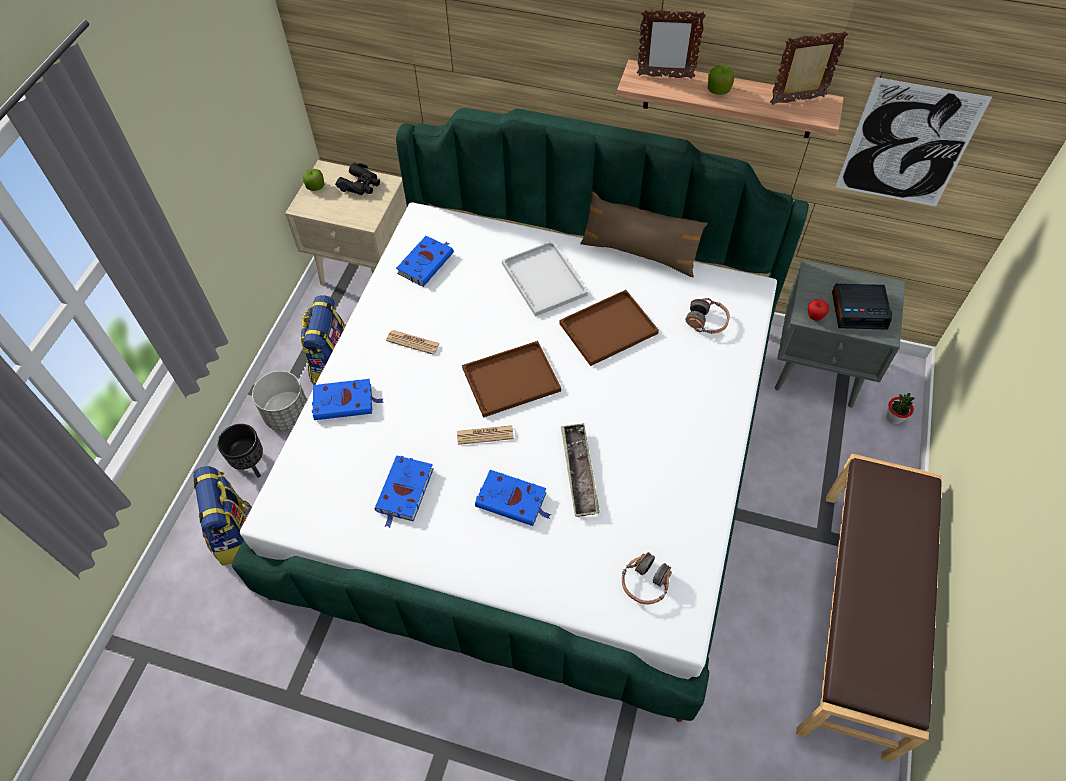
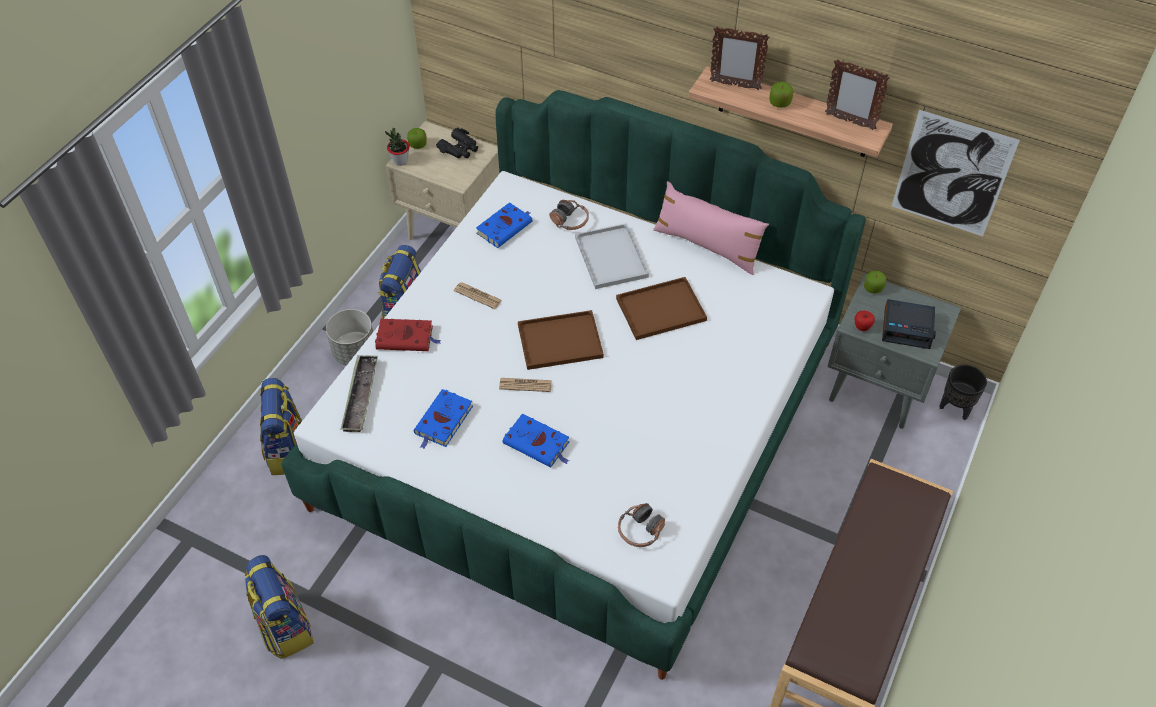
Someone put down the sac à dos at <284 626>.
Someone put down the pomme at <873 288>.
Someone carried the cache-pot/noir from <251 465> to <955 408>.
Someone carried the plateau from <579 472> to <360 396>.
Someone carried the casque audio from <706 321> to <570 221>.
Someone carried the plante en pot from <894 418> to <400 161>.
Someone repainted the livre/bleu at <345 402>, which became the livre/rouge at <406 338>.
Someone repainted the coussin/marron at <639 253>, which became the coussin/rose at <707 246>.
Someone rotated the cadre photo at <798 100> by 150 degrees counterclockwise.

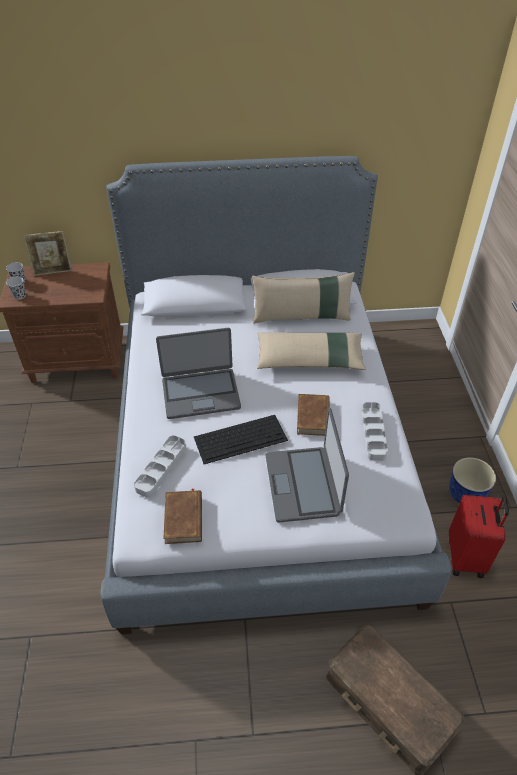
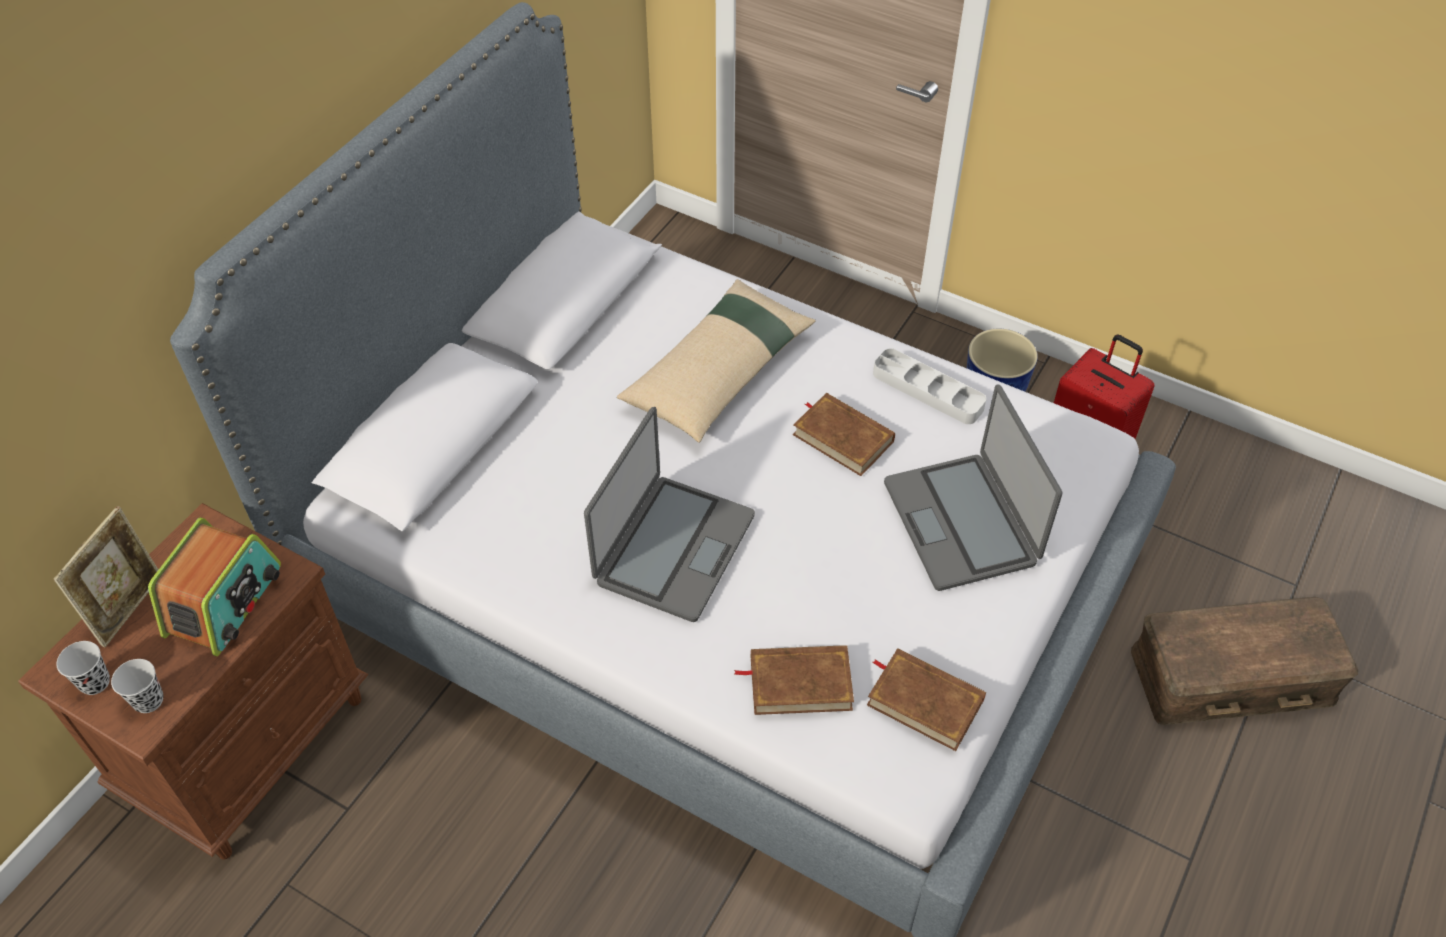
Someone took away the clavier at <241 438>.
Someone took away the coussin/beige at <302 316>.
Someone put down the radio at <224 601>.
Someone swapped the plateau/gris at <161 468> for the livre/marron at <800 683>.
Someone rotated the ordinateur portable at <303 484> by 45 degrees clockwise.

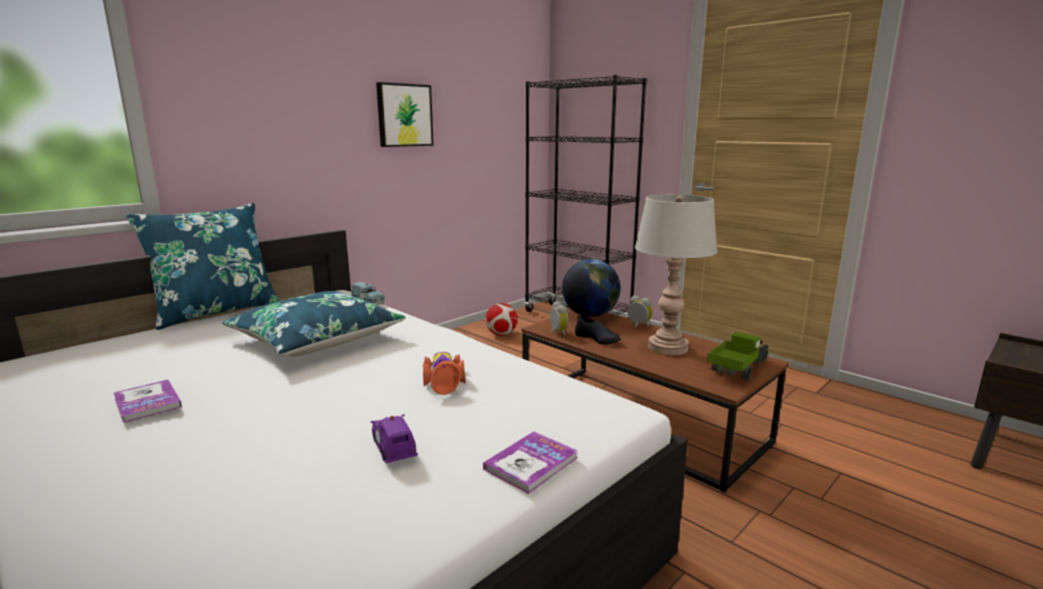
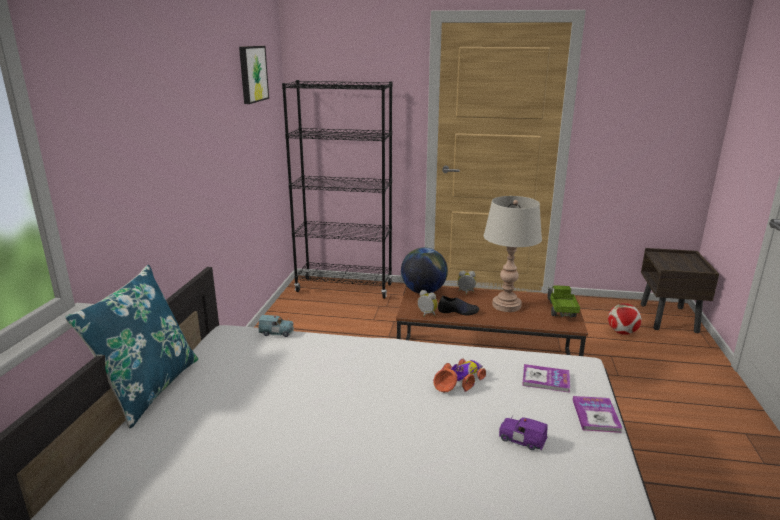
Someone took away the coussin/bleu at <316 339>.
Someone carried the livre from <147 402> to <545 379>.
Someone carried the tableau from <404 115> to <252 74>.
Someone carried the ballon de foot from <501 334> to <622 332>.
Someone rotated the petite voiture at <443 379> by 90 degrees clockwise.

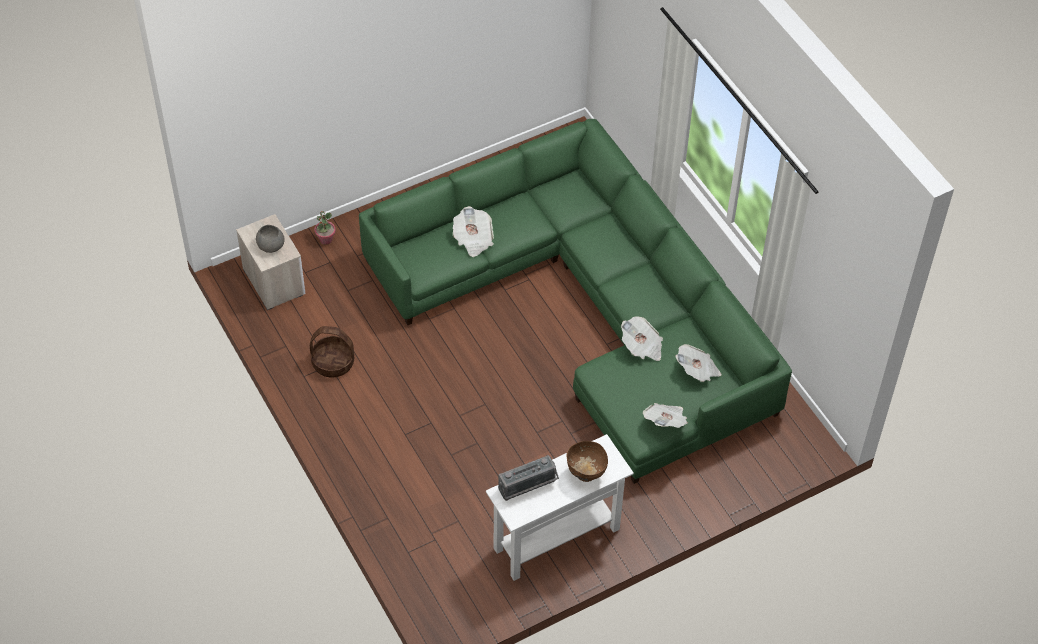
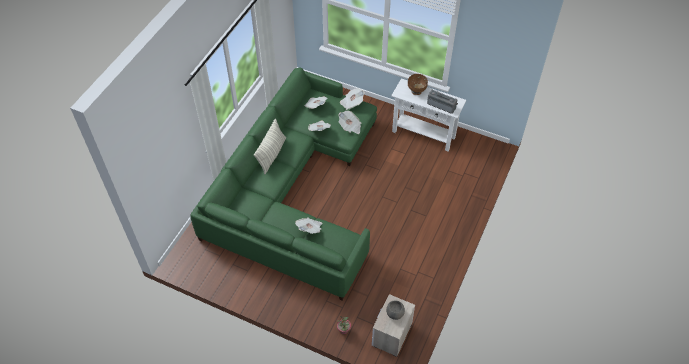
Someone took away the panier at <333 362>.
Someone put down the coussin at <272 154>.
Someone put down the journal at <350 127>.

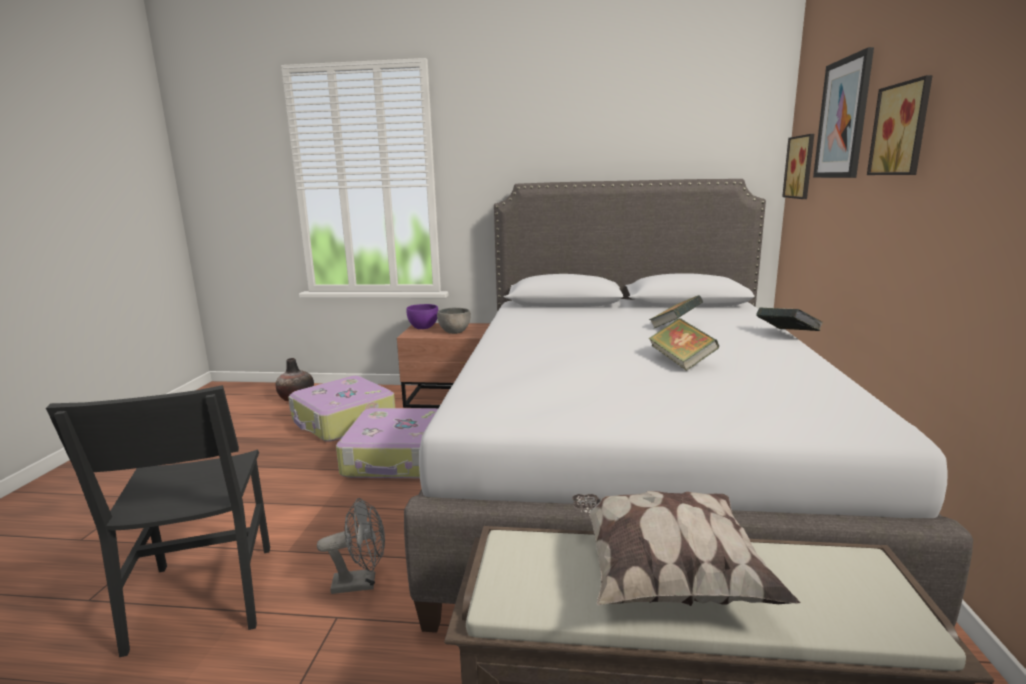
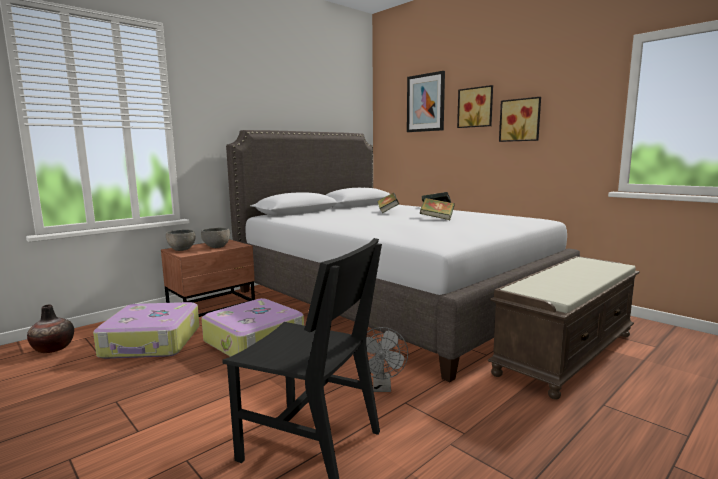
Someone took away the coussin at <666 576>.
Someone carried the tableau from <802 167> to <520 120>.
Someone repainted the bol/violet at <423 327>, which became the bol/gris at <182 249>.
Someone rotated the ventilateur/gris at <361 583> by 150 degrees clockwise.

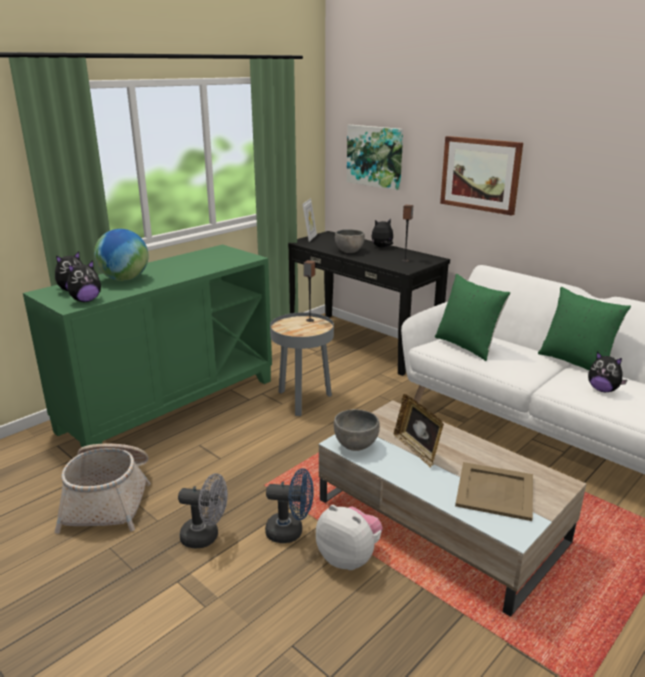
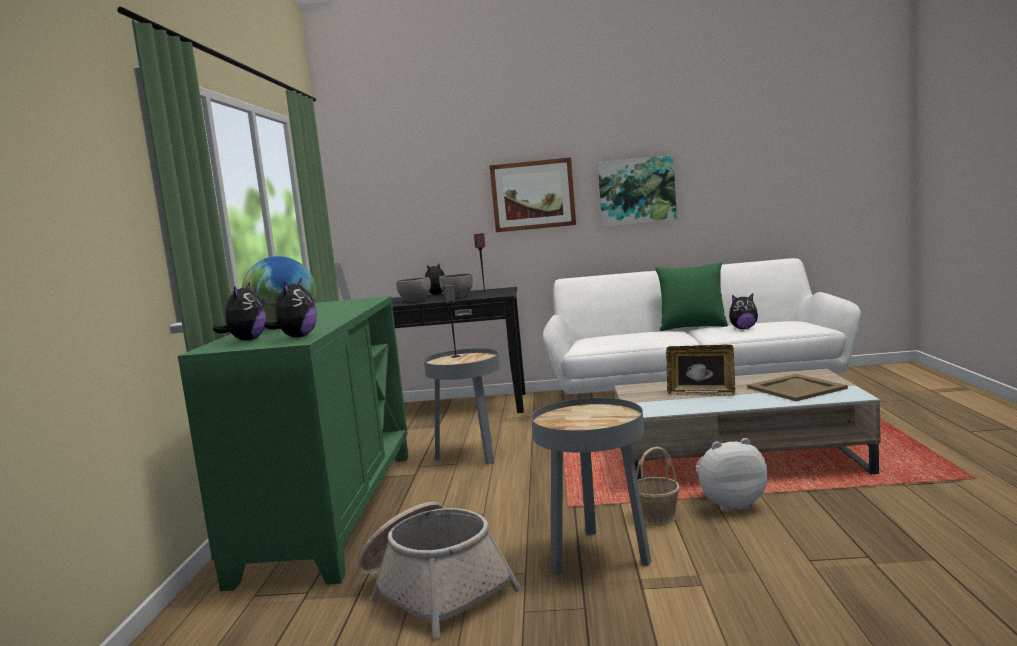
Someone took away the coussin/vert at <467 346>.
Someone carried the bol/gris from <355 445> to <457 297>.
Someone carried the tableau from <375 156> to <636 191>.
Someone swapped the ventilateur/gris at <206 536> for the table d'appoint/gris at <597 555>.
Someone swapped the ventilateur/bleu at <290 531> for the panier at <656 516>.

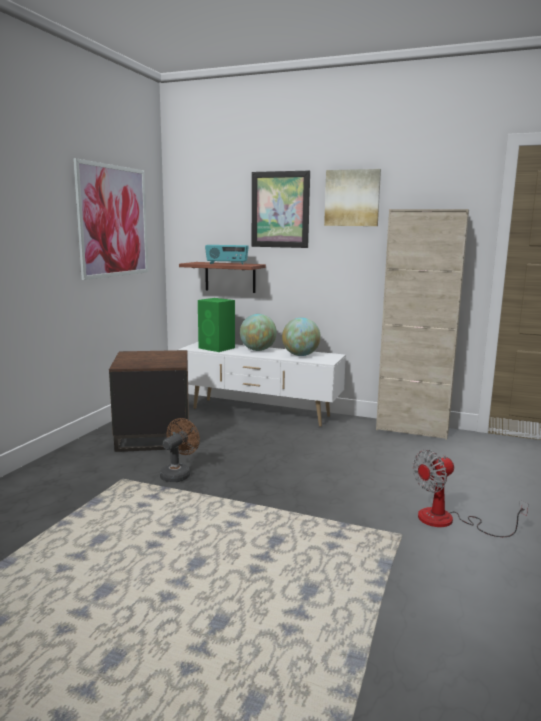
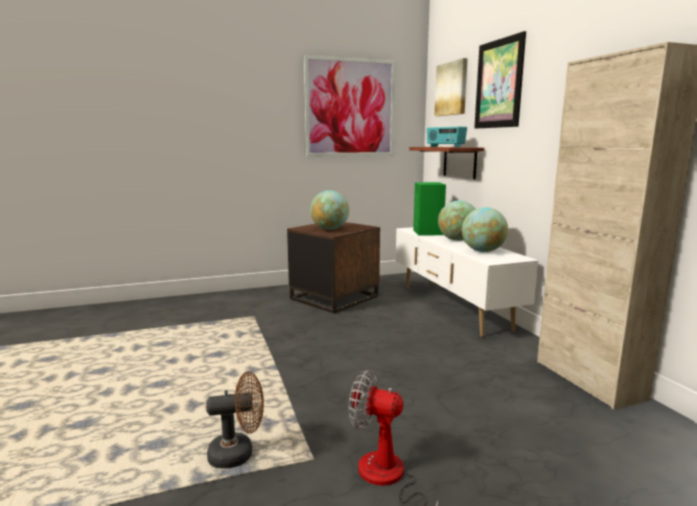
Someone put down the globe at <329 229>.
Someone carried the ventilateur/marron from <178 474> to <238 453>.
Someone carried the tableau from <352 198> to <452 89>.

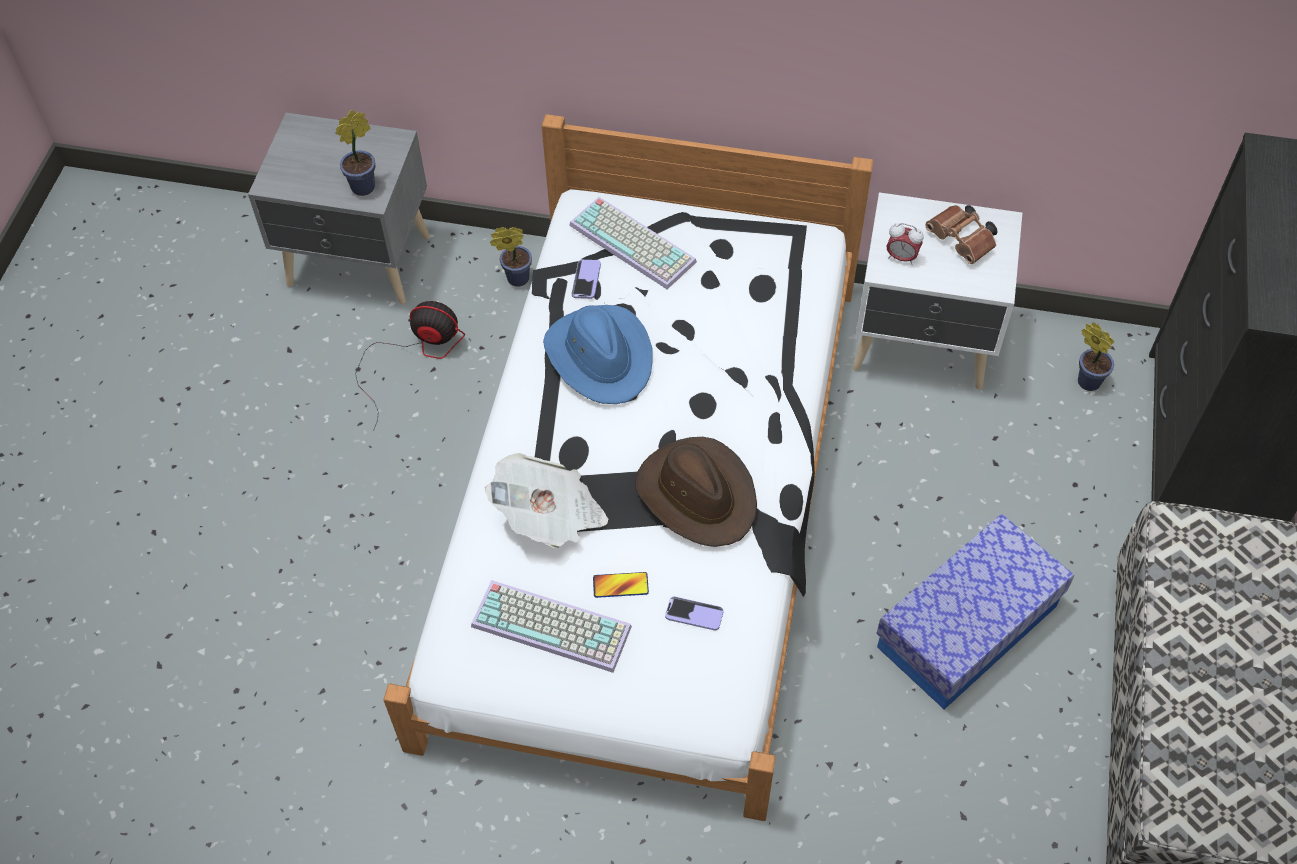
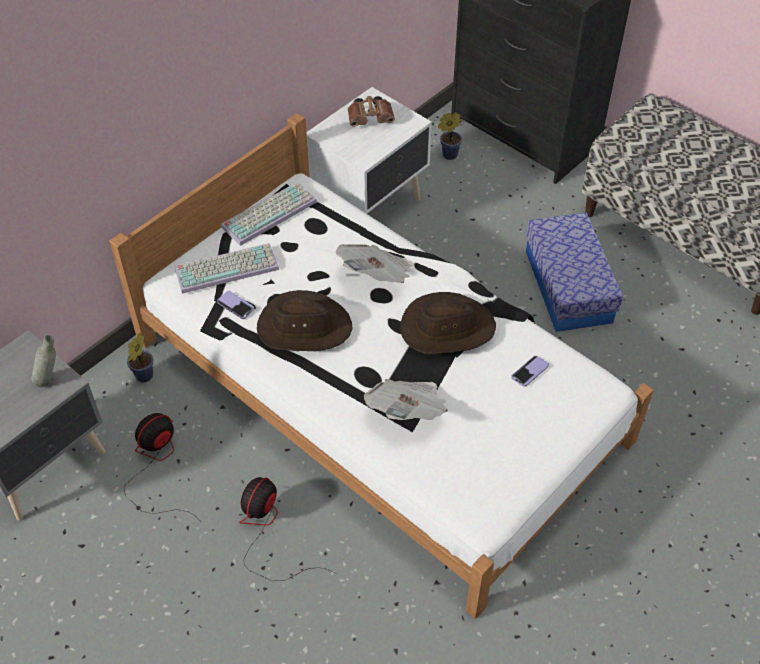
Someone took away the téléphone at <620 585>.
Someone took away the réveil at <901 257>.
Someone put down the ventilateur at <267 531>.
Someone put down the journal at <377 276>.
Someone carried the clavier from <554 624> to <269 212>.
Someone swapped the plante en pot at <366 185> for the bouteille/gris at <51 381>.
Someone repainted the chapeau/bleu at <600 356>, which became the chapeau/marron at <303 327>.

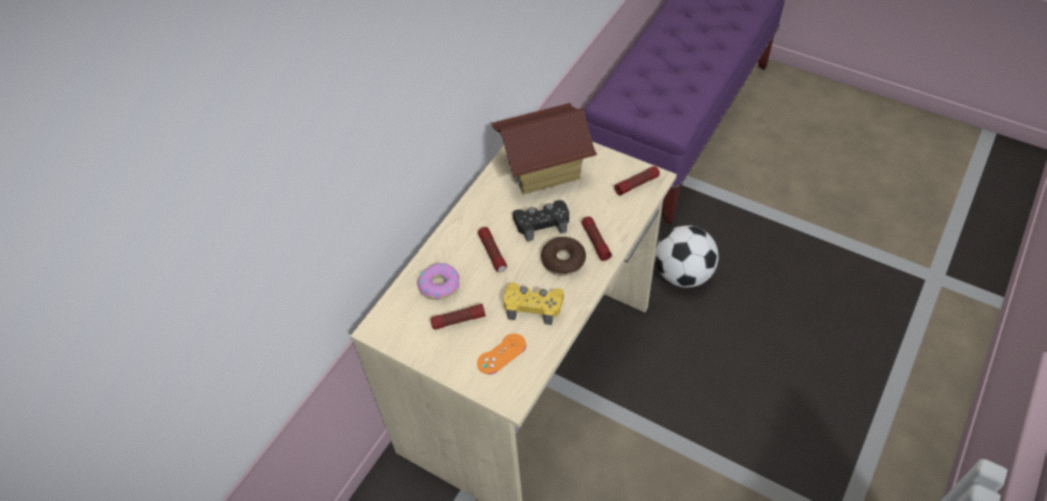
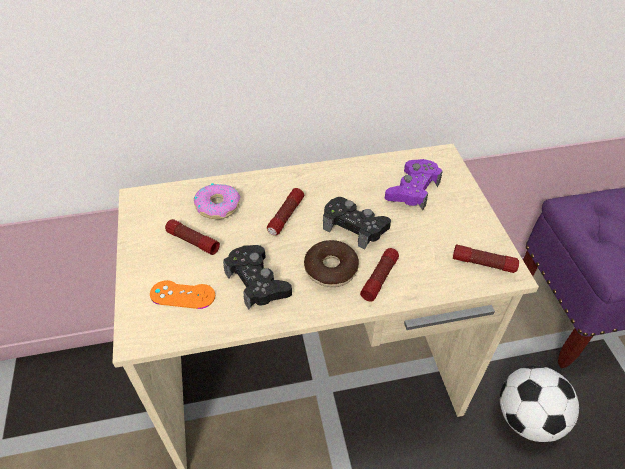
Someone swapped the maison miniature at <544 170> for the manette/violet at <413 189>.
Someone repainted the manette/jaune at <533 306>, which became the manette/noir at <257 282>.

